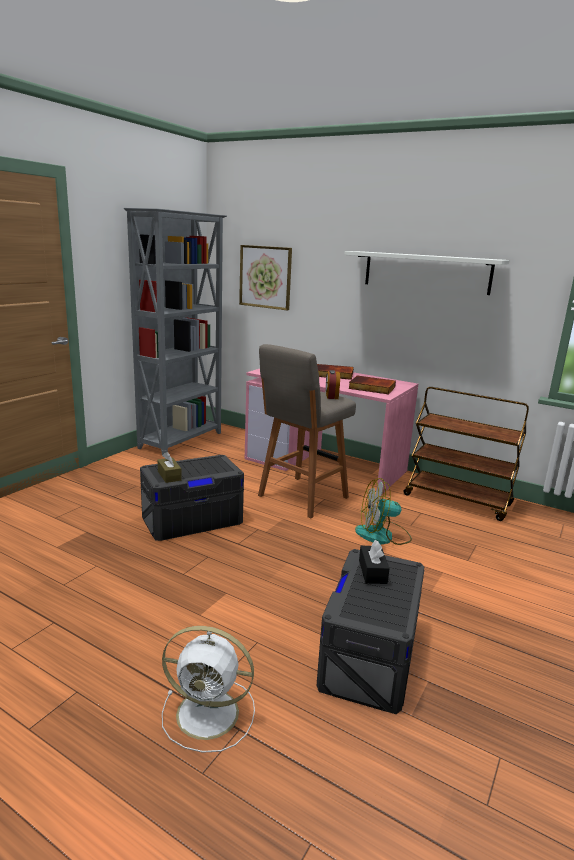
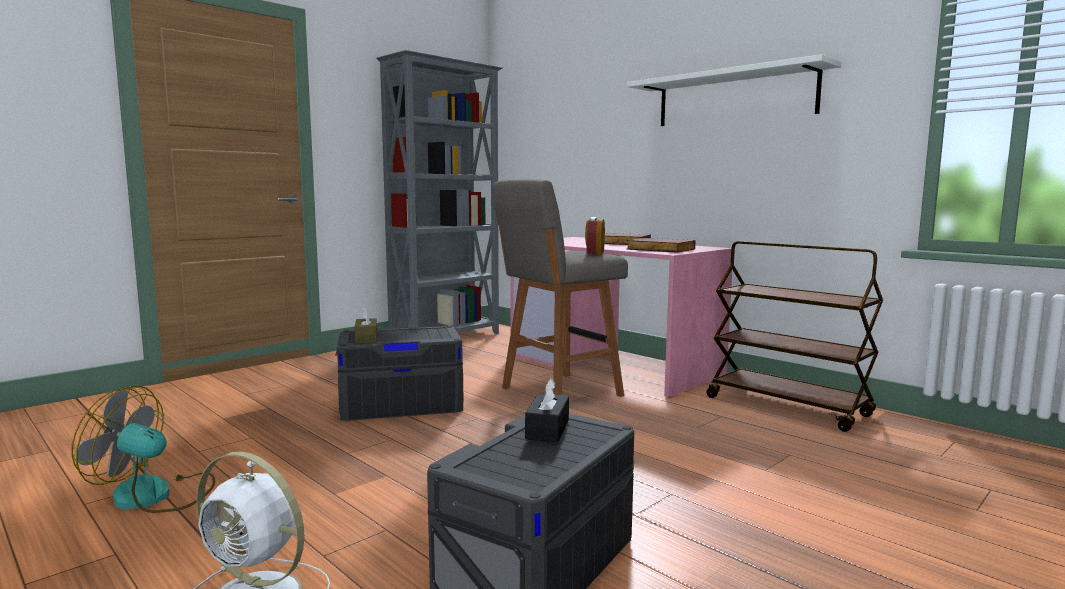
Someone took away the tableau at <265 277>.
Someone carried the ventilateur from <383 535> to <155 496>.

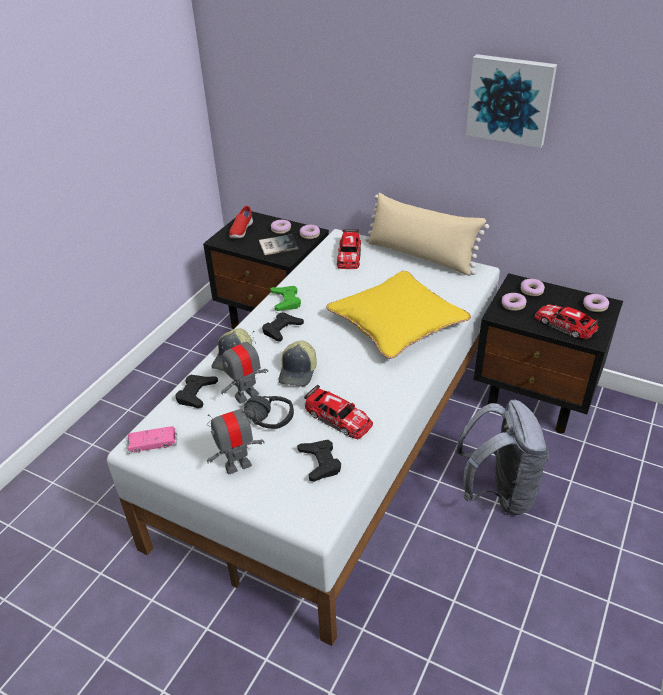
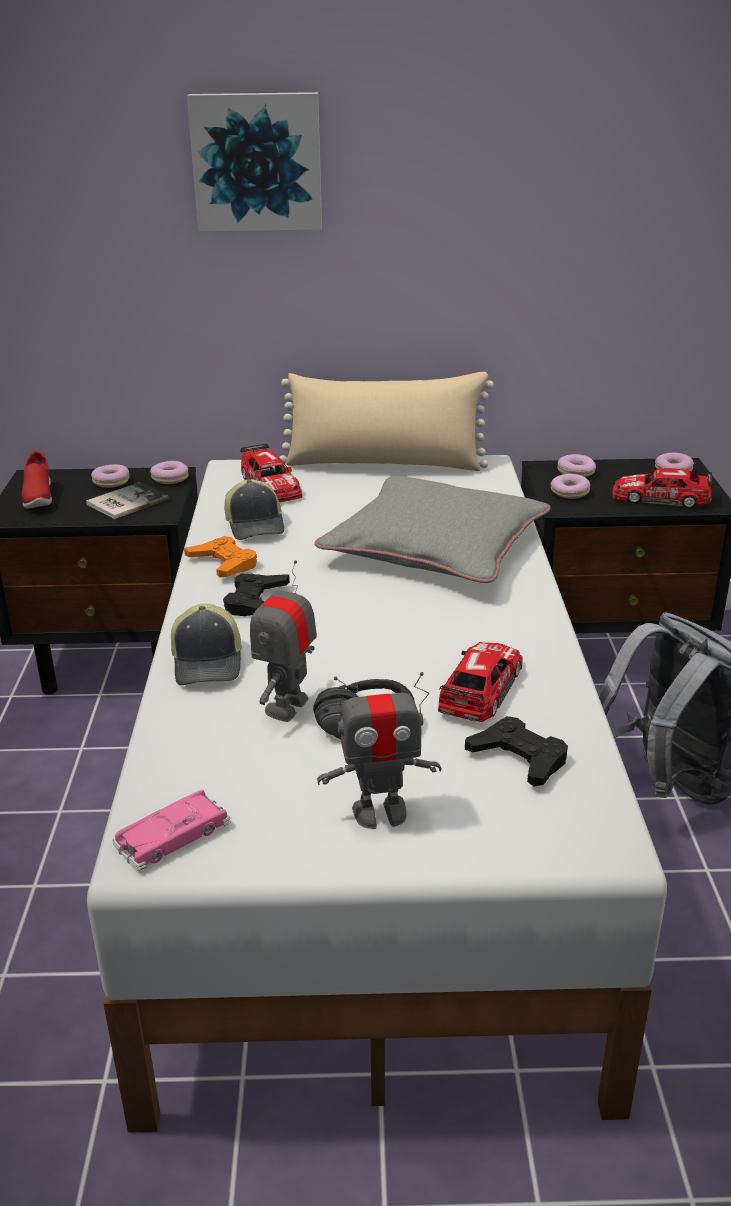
Someone took away the manette/noir at <196 394>.
Someone carried the casquette from <298 372> to <256 525>.
Someone carried the tableau from <510 99> to <257 162>.
Someone repainted the manette/vert at <286 301>, which became the manette/orange at <223 563>.
Someone repainted the coussin/jaune at <397 322>, which became the coussin/gris at <435 545>.
Someone rotated the robot jouet at <238 465> by 135 degrees counterclockwise.
Someone rotated the petite voiture at <338 418> by 75 degrees counterclockwise.

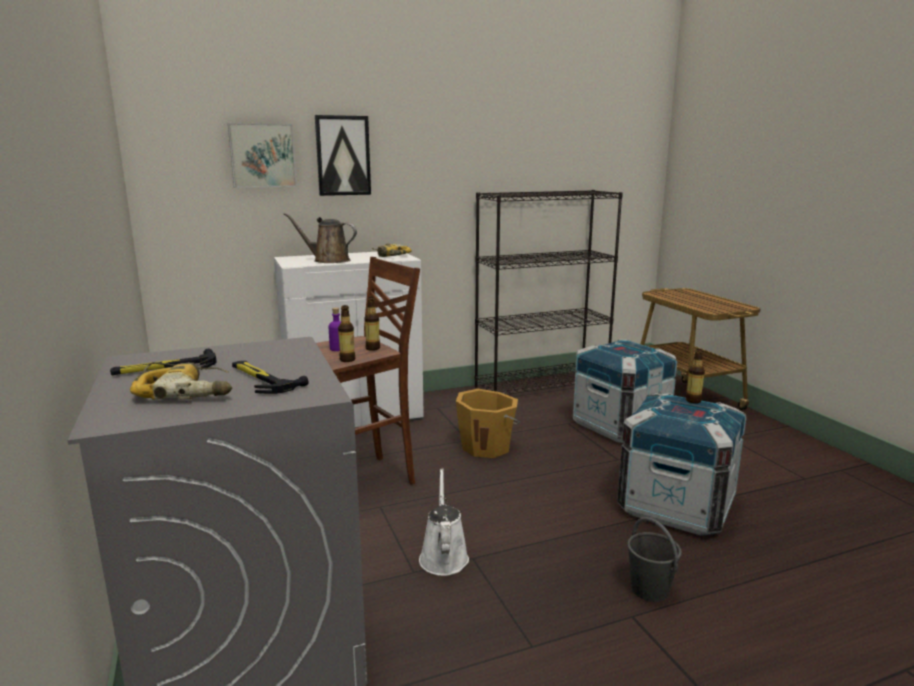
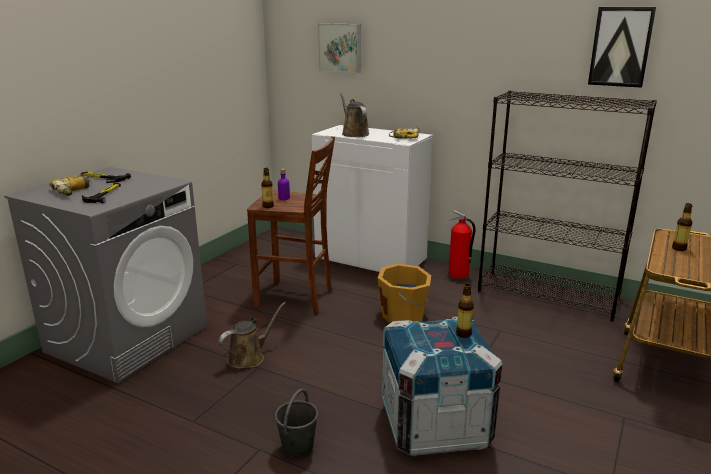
Someone took away the caisse at <620 426>.
Someone put down the extincteur at <458 275>.
Someone carried the tableau from <343 156> to <621 47>.
Someone carried the bouteille from <372 348> to <679 248>.
Someone repainted the arrosoir/blanc at <443 556>, which became the arrosoir/marron at <249 357>.

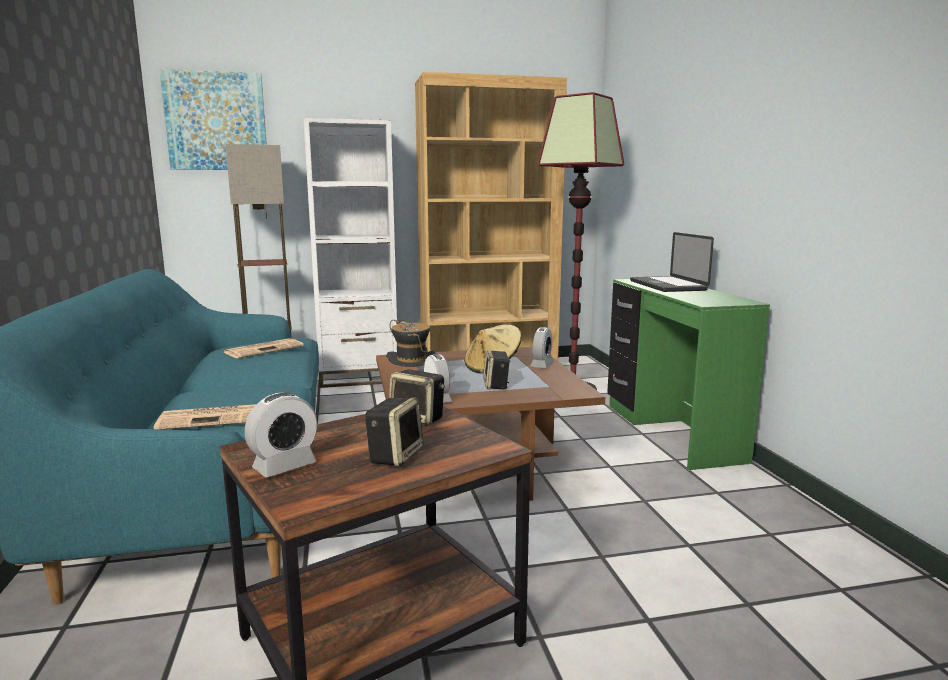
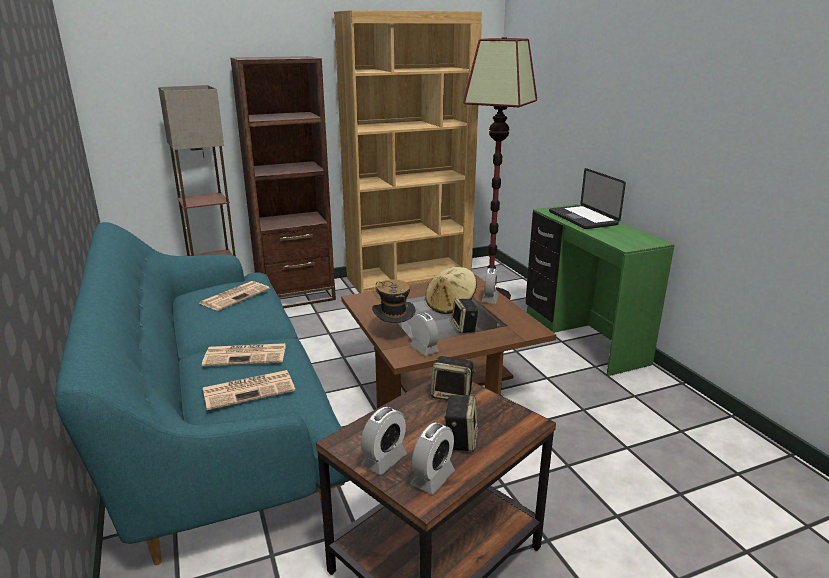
Someone took away the tableau at <216 121>.
Someone put down the journal at <247 355>.
Someone put down the réveil at <432 478>.
Someone repainted the bibliothèque/blanc at <358 377>, which became the bibliothèque/marron at <295 296>.

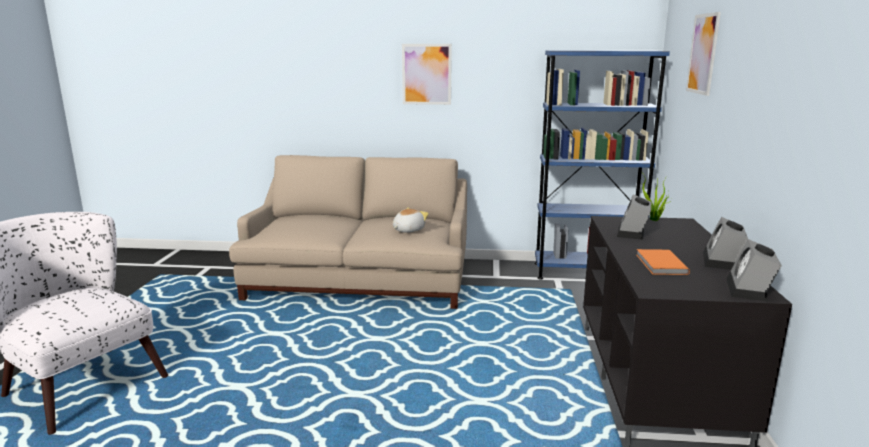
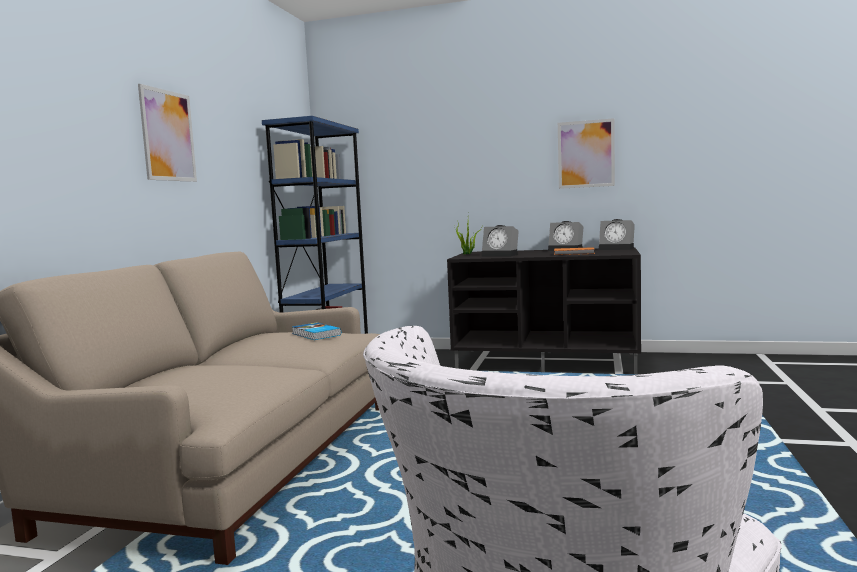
Someone carried the tableau from <703 54> to <586 154>.
Someone swapped the peluche at <408 230> for the livre at <315 334>.

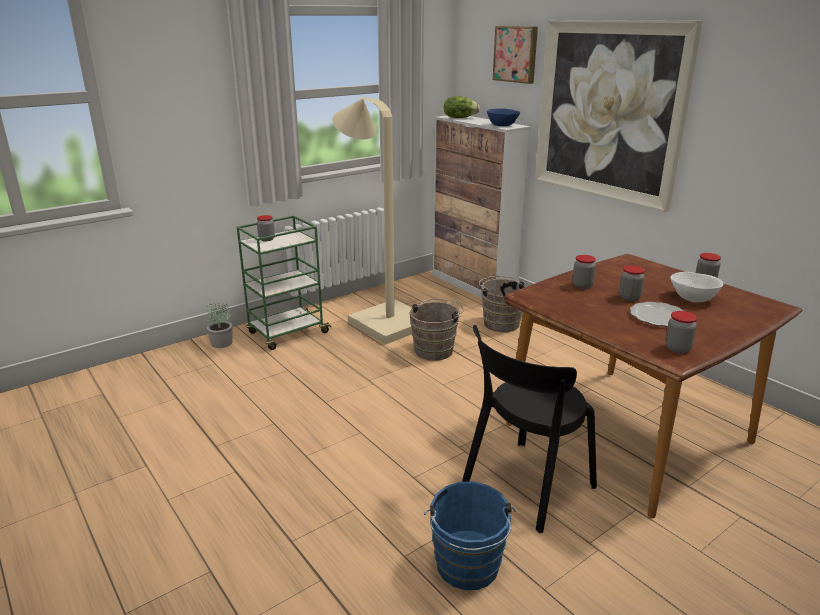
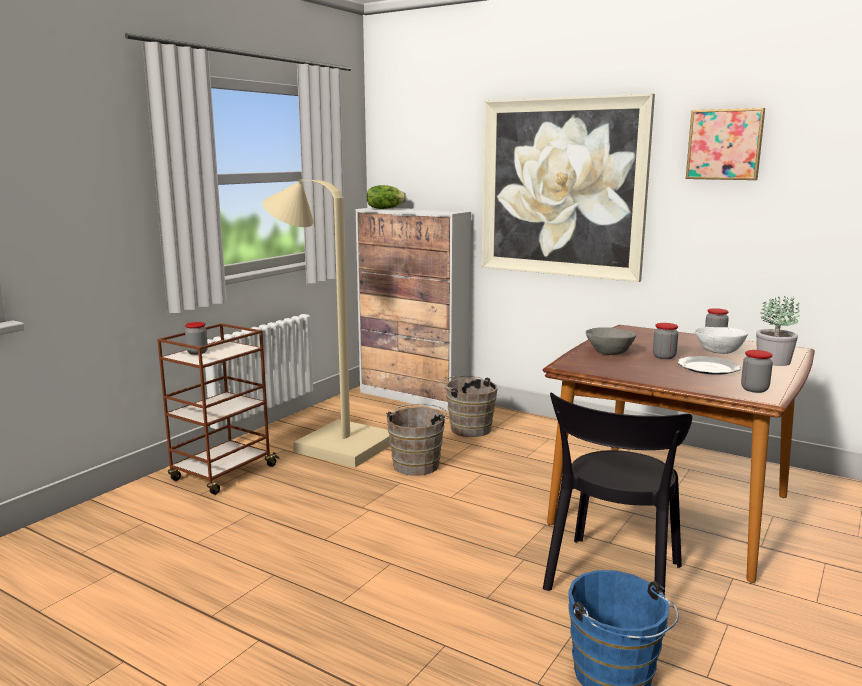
Someone took away the bol/bleu at <502 125>.
Someone carried the plante en pot from <222 343> to <774 361>.
Someone carried the tableau from <516 54> to <725 144>.
Someone swapped the bocal at <582 285> for the bol/gris at <610 352>.
Someone repainted the chariot/vert at <287 333>, which became the chariot/marron at <223 474>.

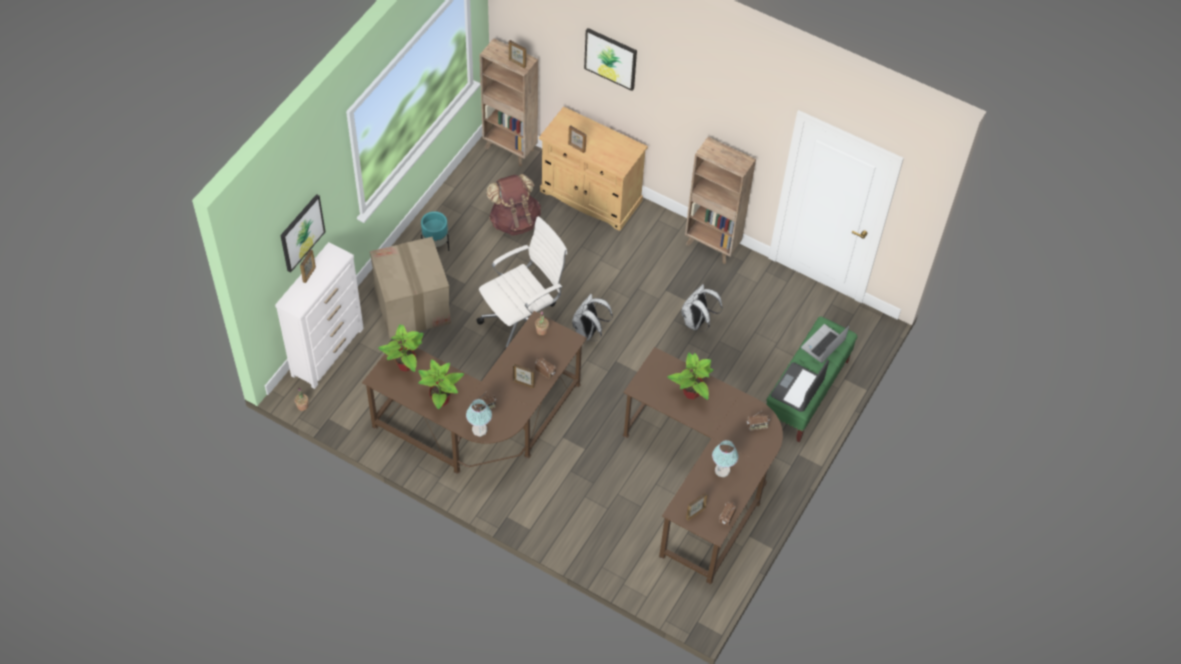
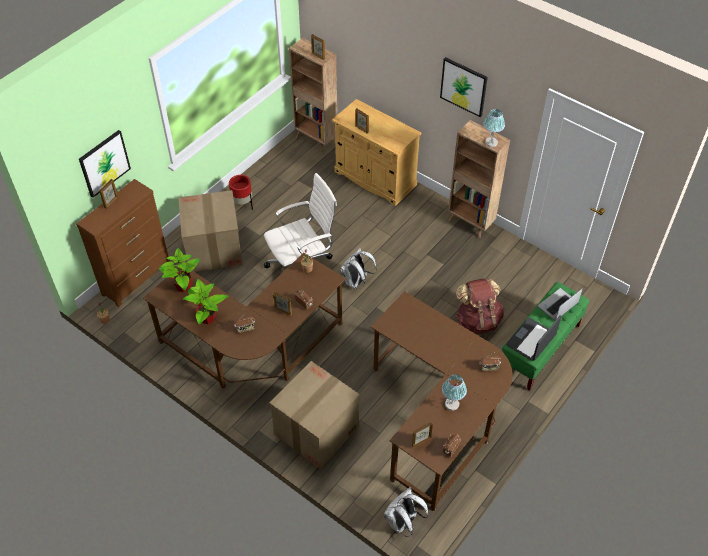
Someone took away the plante en pot at <691 393>.
Someone put down the carton at <316 430>.
Someone carried the lampe de table from <479 430> to <491 143>.
Someone carried the sac à dos/marron from <514 220> to <478 320>.
Someone carried the tableau from <611 58> to <464 86>.
Someone carried the sac à dos/blanc from <697 322> to <403 523>.
Someone repainted the commode/blanc at <328 351>, which became the commode/marron at <137 278>.
Someone repainted the cache-pot/turquoise at <435 245>, which became the cache-pot/rouge at <242 205>.

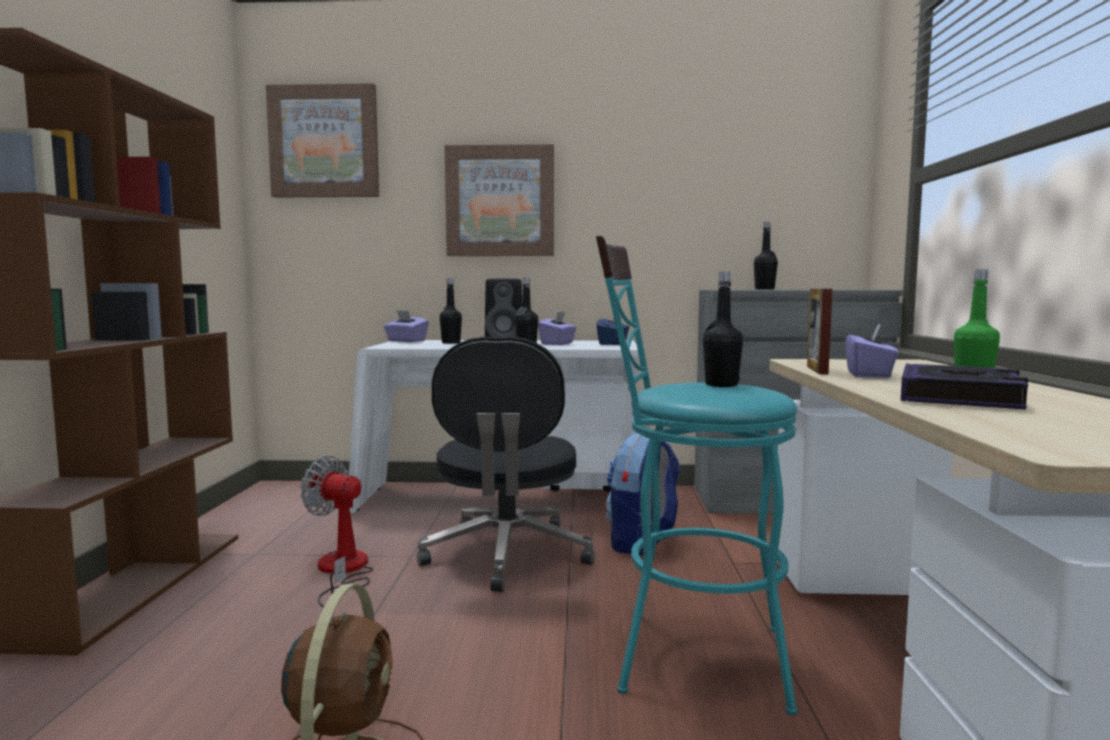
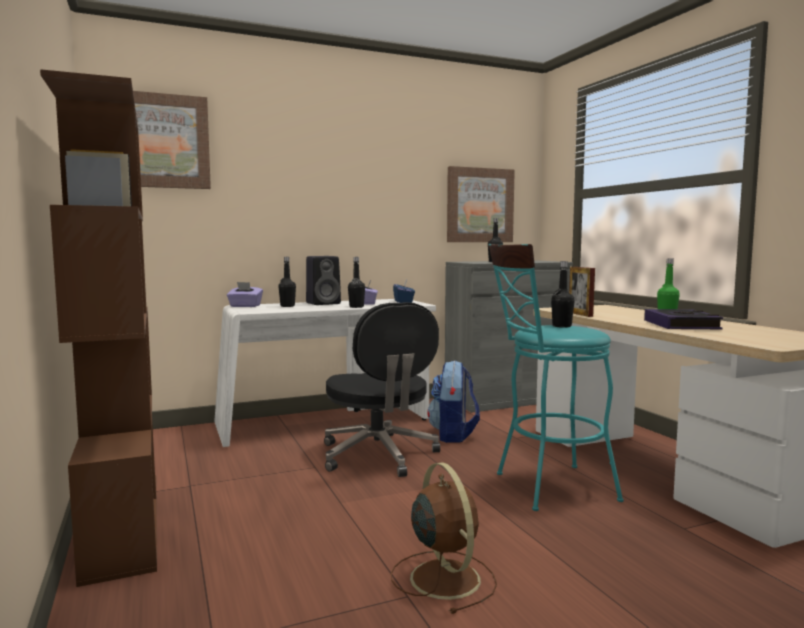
Someone took away the ventilateur at <342 571>.
Someone took away the boîte à mouchoirs/violet at <869 374>.
Someone carried the tableau from <500 201> to <479 205>.

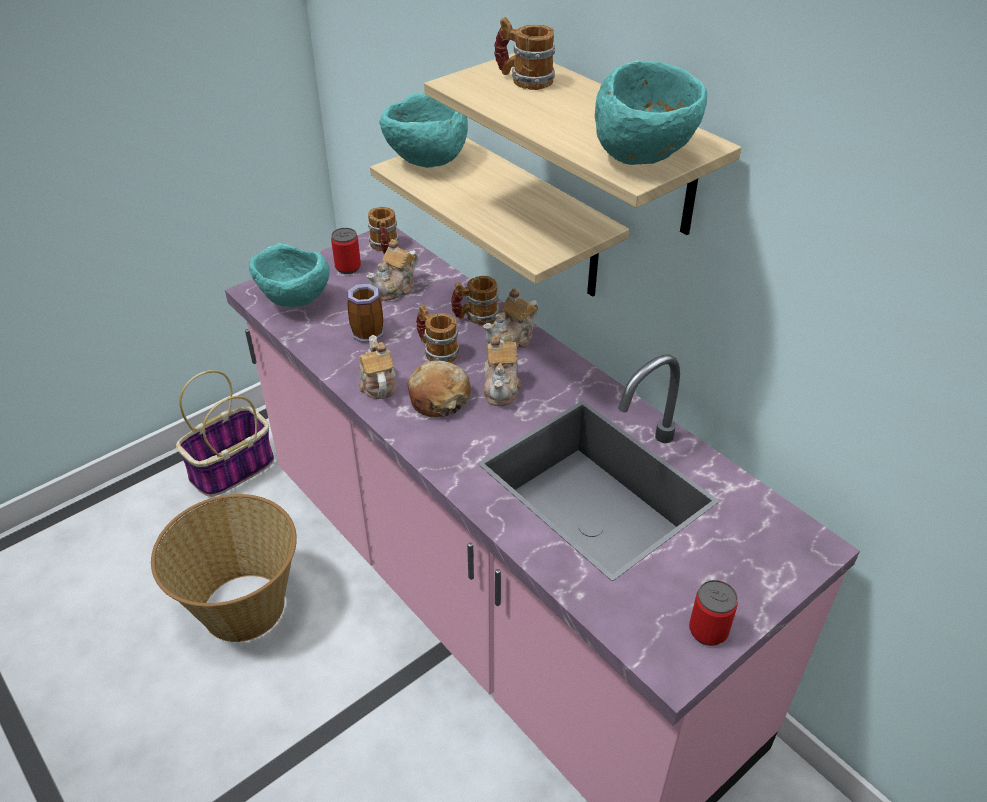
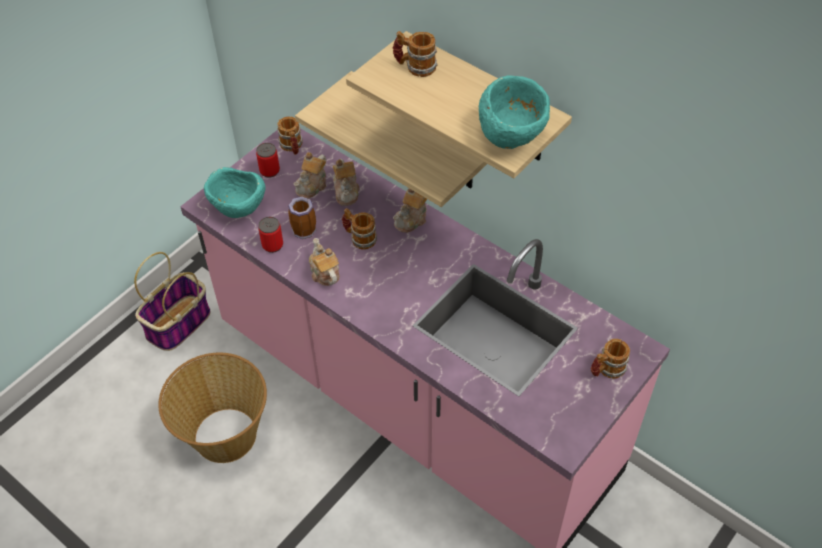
Someone took away the bol/turquoise at <426 161>.
Someone took away the pain at <438 398>.
Someone carried the mug from <475 317> to <606 370>.
Someone carried the théière from <501 387> to <346 191>.
Someone carried the boîte métallique from <708 630> to <272 245>.

